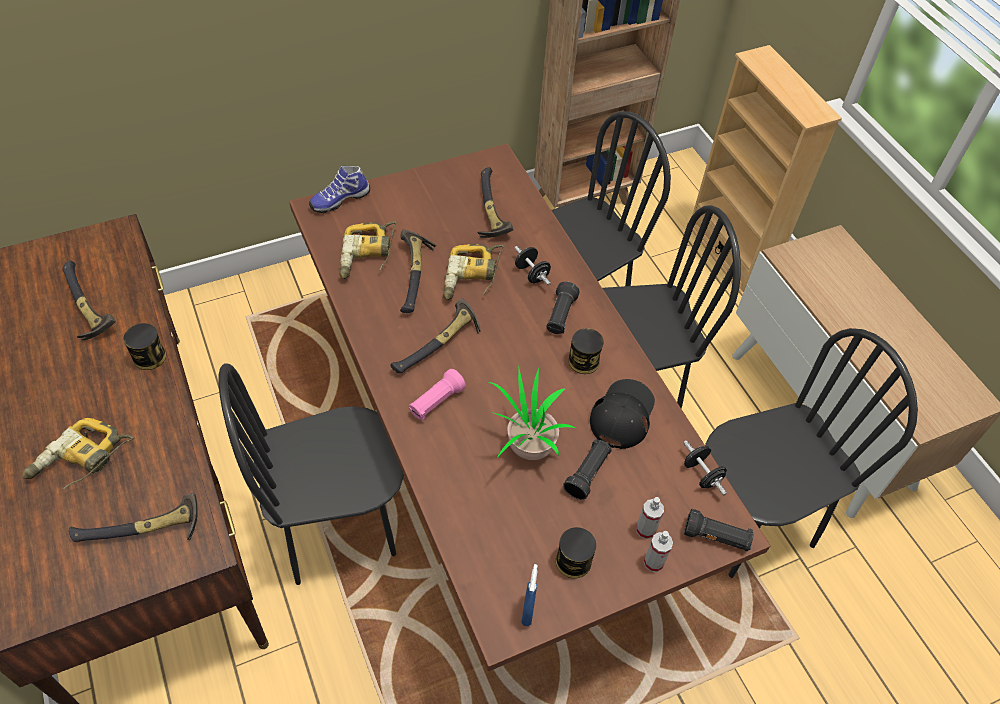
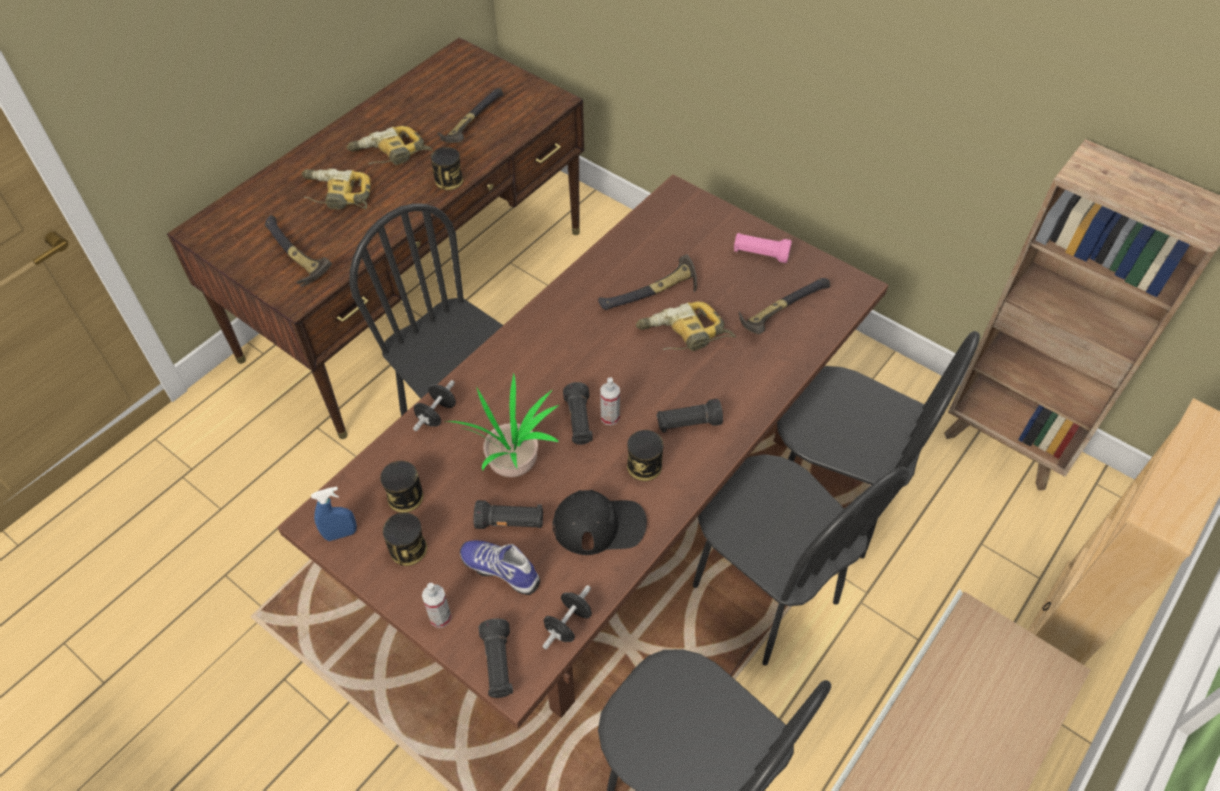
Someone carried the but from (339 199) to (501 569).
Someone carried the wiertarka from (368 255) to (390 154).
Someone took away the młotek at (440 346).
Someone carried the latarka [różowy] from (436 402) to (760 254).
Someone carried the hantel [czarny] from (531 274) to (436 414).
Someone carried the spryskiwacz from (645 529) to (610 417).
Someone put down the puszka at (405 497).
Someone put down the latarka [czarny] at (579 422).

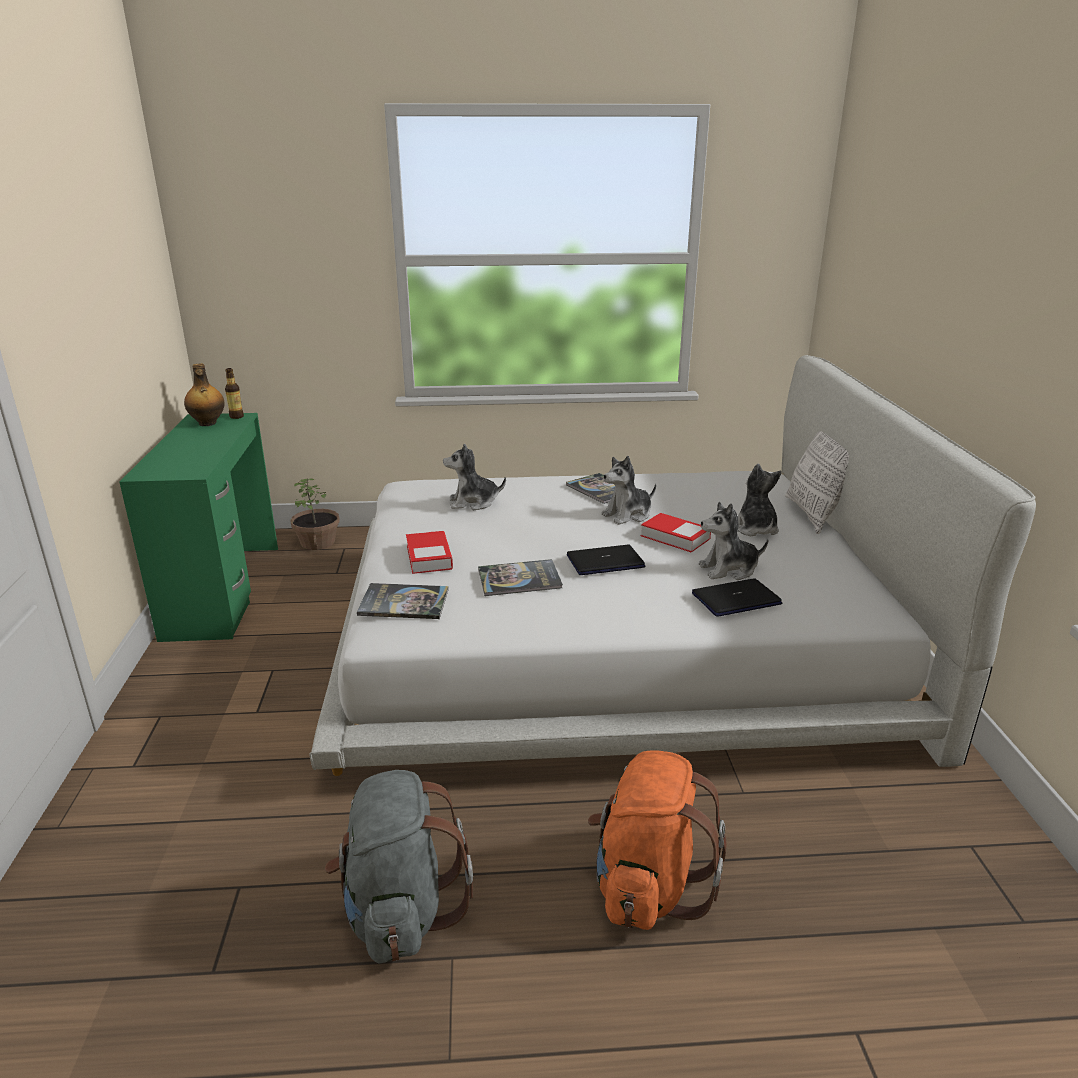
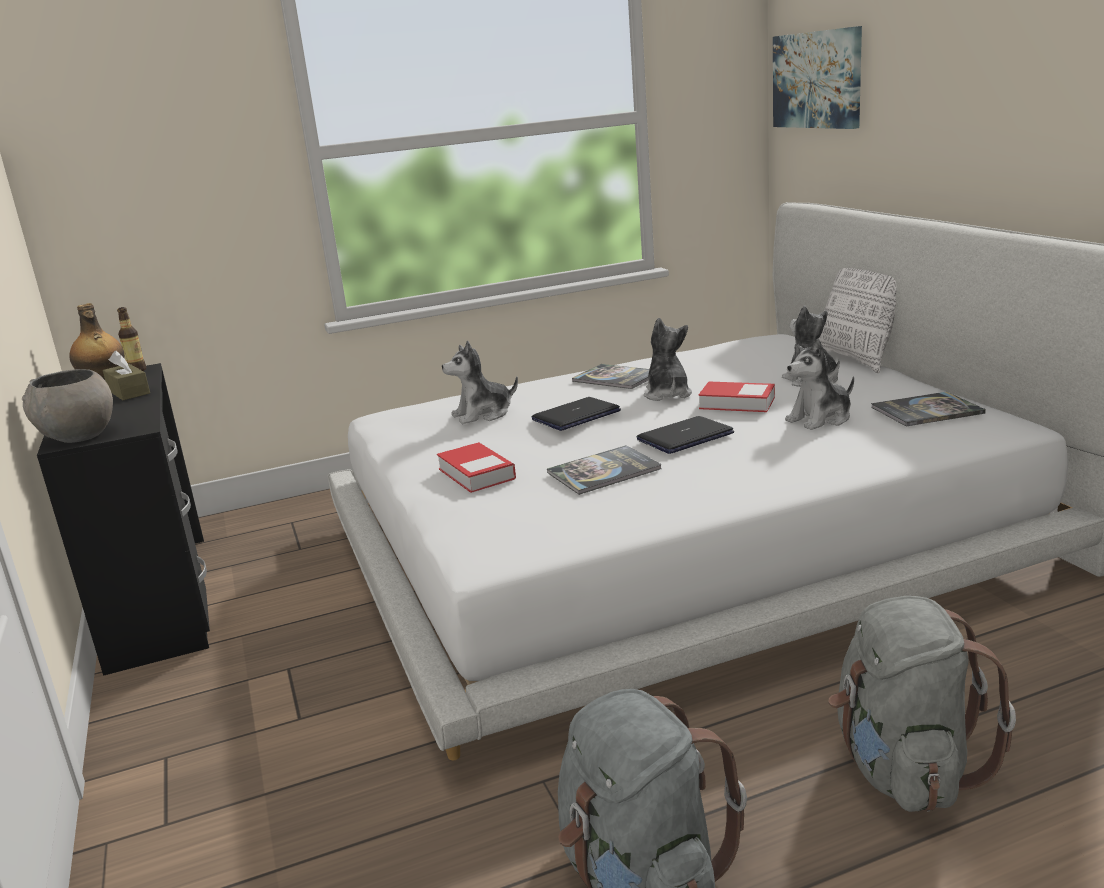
Someone repainted the biurko [zielony] at (222 590), which became the biurko [czarny] at (158 599).
Someone took away the roślina doniczkowa at (318 542).
Someone carried the książka from (404 602) to (926 411).
Someone repainted the plecak [pomarańczowy] at (647 886), which became the plecak [szary] at (904 769).
Someone rotated the pluszak at (628 515) by 135 degrees clockwise.
Someone carried the laptop from (736 599) to (576 415).
Someone put down the miska [szary] at (78 437).
Someone put down the pudełko chusteczek [brązowy] at (129 392).
Someone put up the obraz at (817 80).

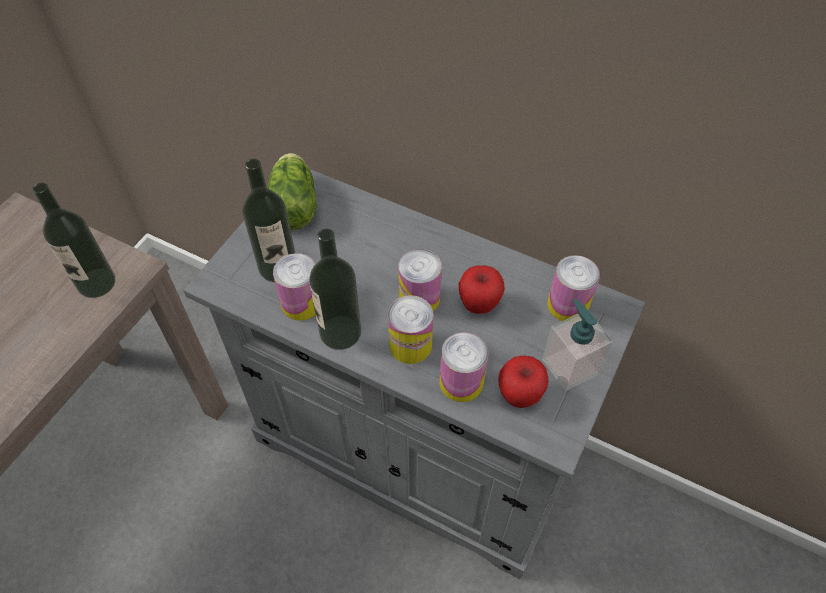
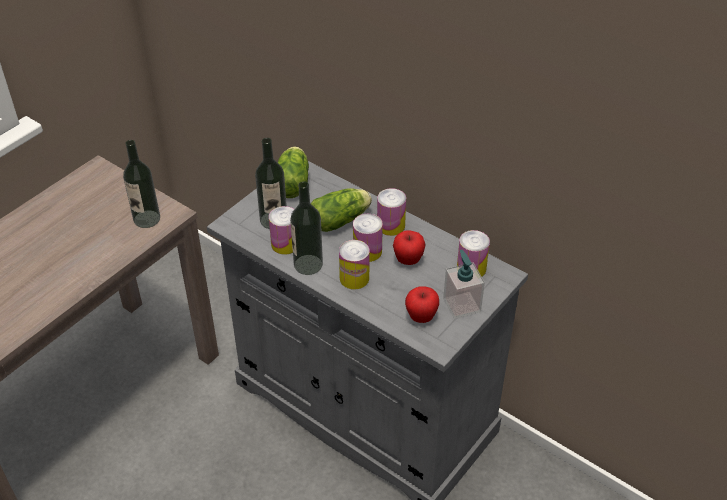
Someone carried the puszka from (461 382) to (391 225).
Someone put down the sałata at (342 220).

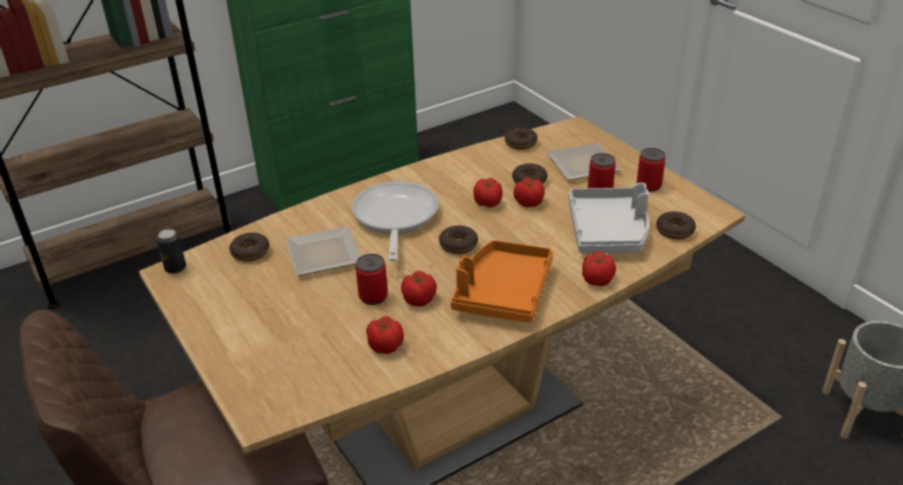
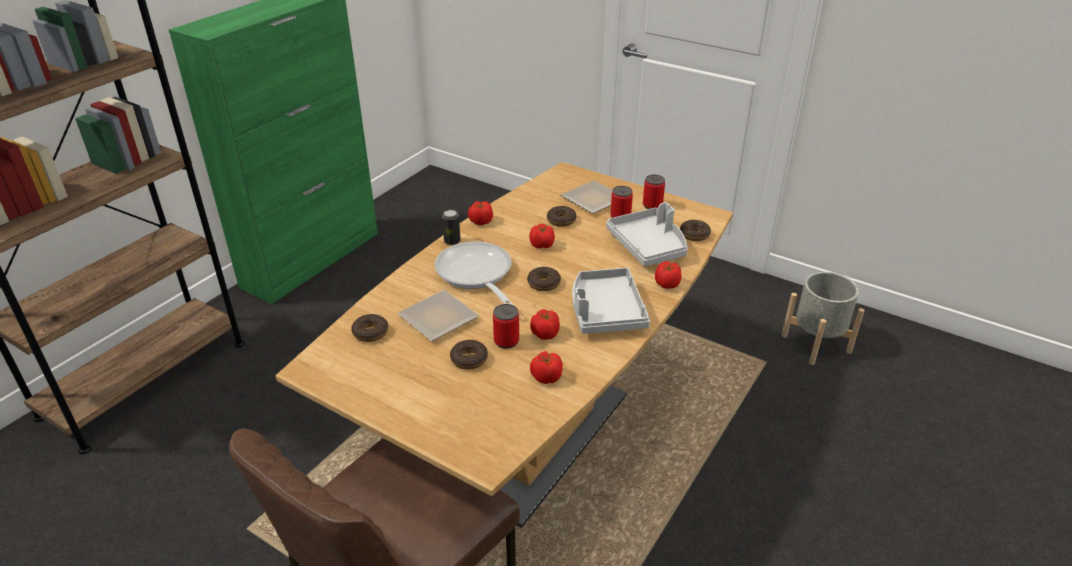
Someone carried the puszka from (175 268) to (452 241).
Someone repainted the taca [pomarańczowy] at (502 292), which became the taca [szary] at (605 311).
Someone carried the donut from (520 143) to (469 359).
Someone carried the pomidor from (528 202) to (480 221).

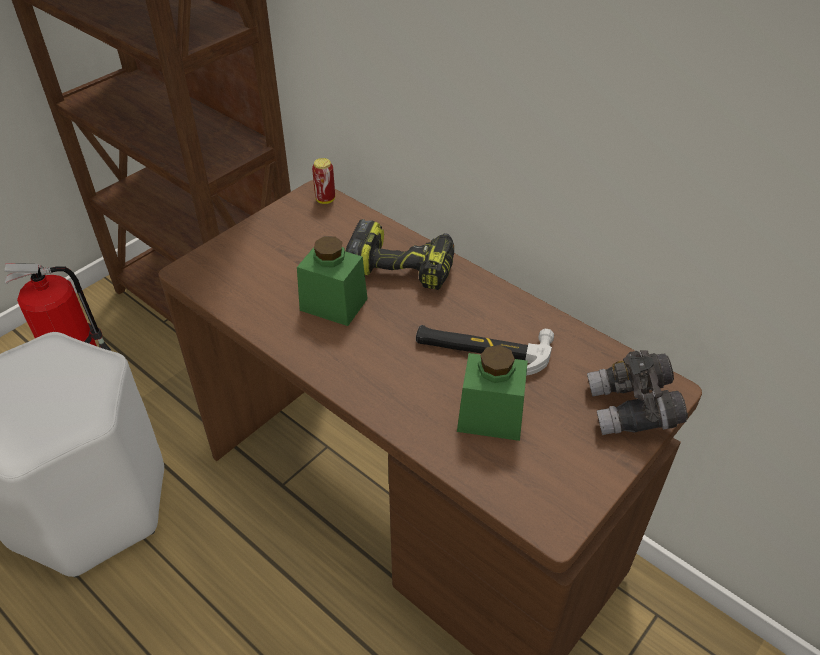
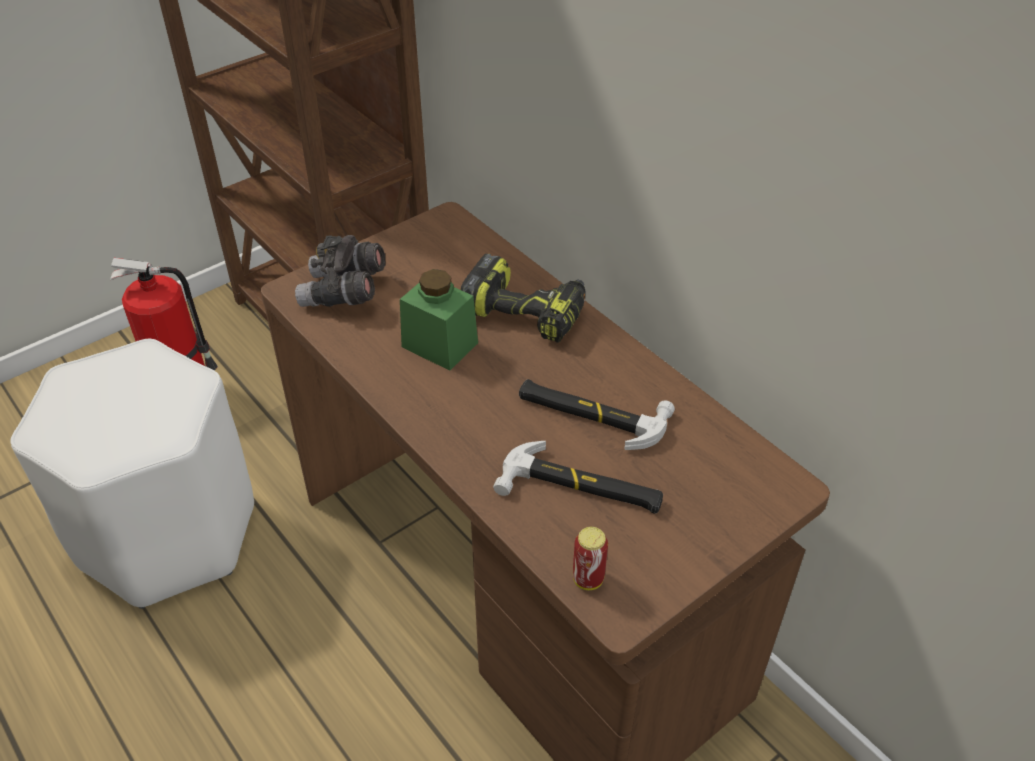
Someone carried the puszka from (325 200) to (588 579).
Someone swapped the słoik [zielony] at (490 416) for the młotek at (581 489).
Someone carried the lornetka [szary] from (632 410) to (344 293).

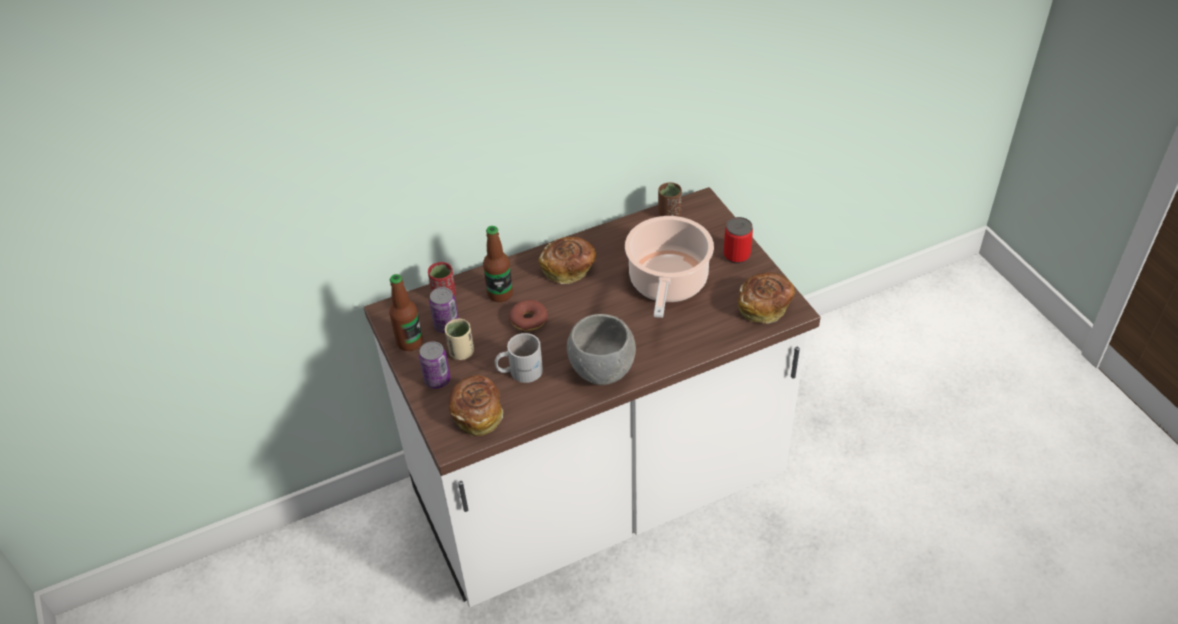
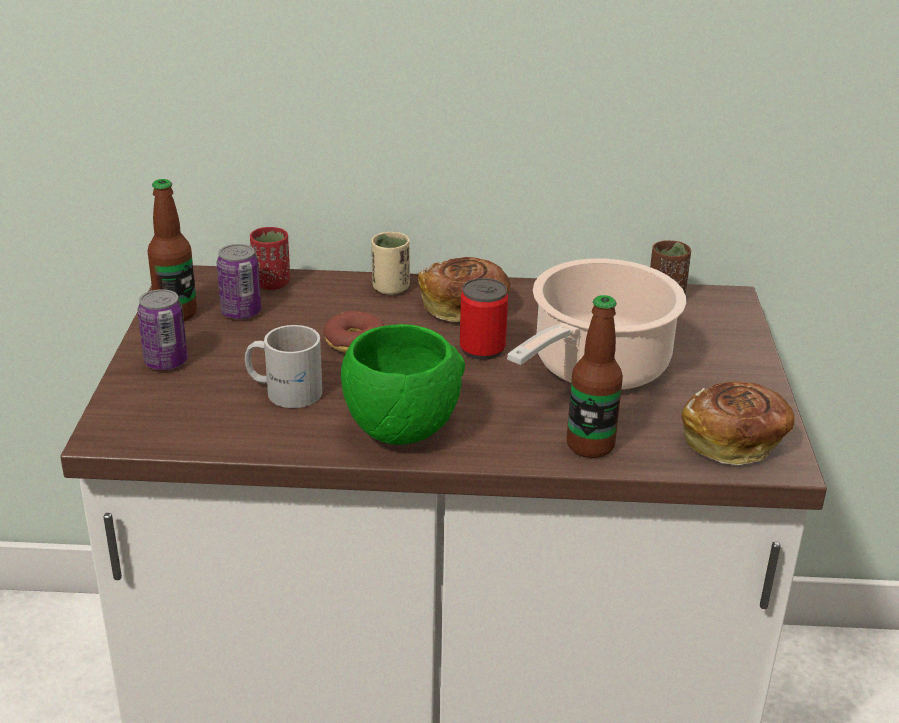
Someone carried the filiżanka [beżowy] from (461 352) to (390 288).
Someone took away the chleb at (477 414).
Someone carried the butelka from (500 294) to (590 445).
Someone repainted the miska [szary] at (603 371), which became the miska [zielony] at (403 431).
Someone carried the puszka from (736 255) to (482 349).

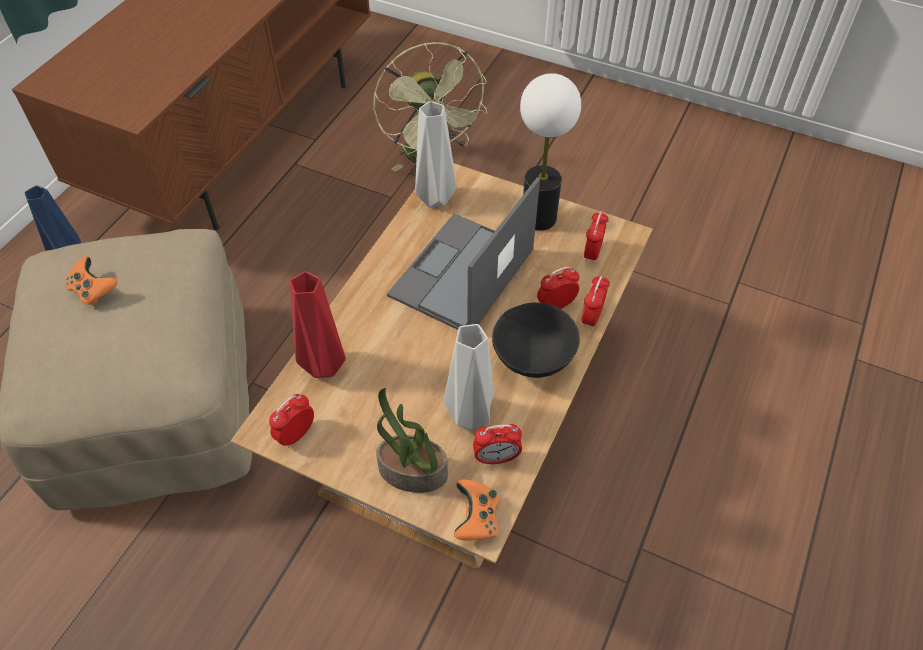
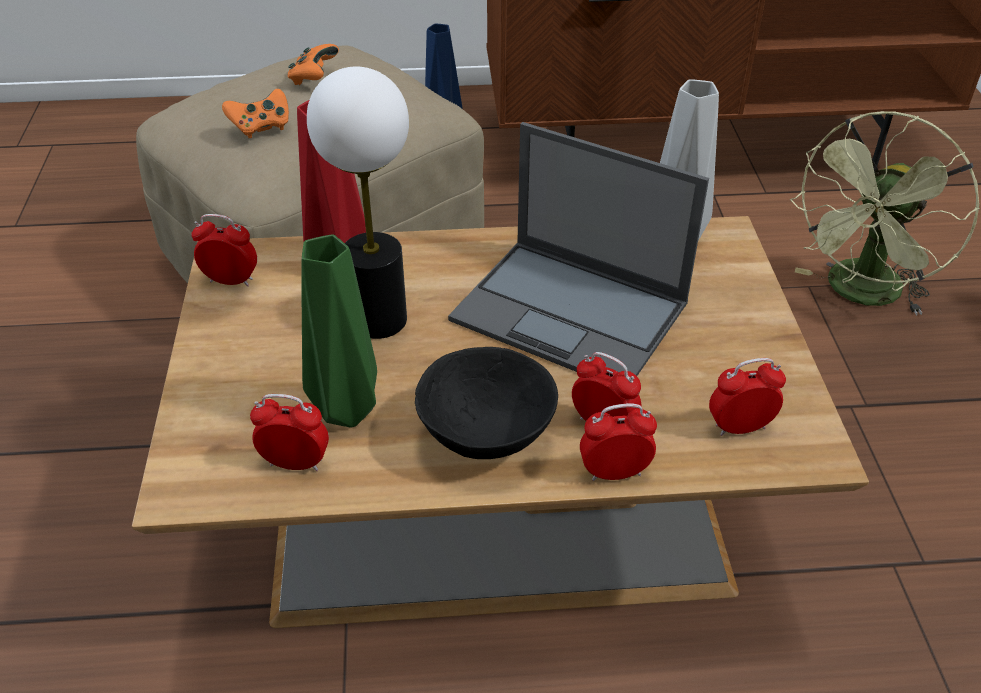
Someone took away the roślina doniczkowa at (411 473).
Someone rotated the laptop at (461 274) by 150 degrees counterclockwise.
Someone repainted the wazon [szary] at (467 416), which became the wazon [zielony] at (346 408).
Someone carried the pad do gier [pomarańczowy] from (476 518) to (261 127).
Someone rotated the budzik at (496 458) by 135 degrees clockwise.
Someone carried the lampa stołowa from (538 218) to (377 319).

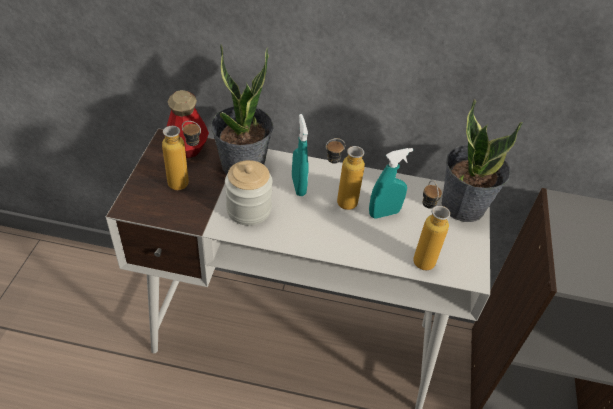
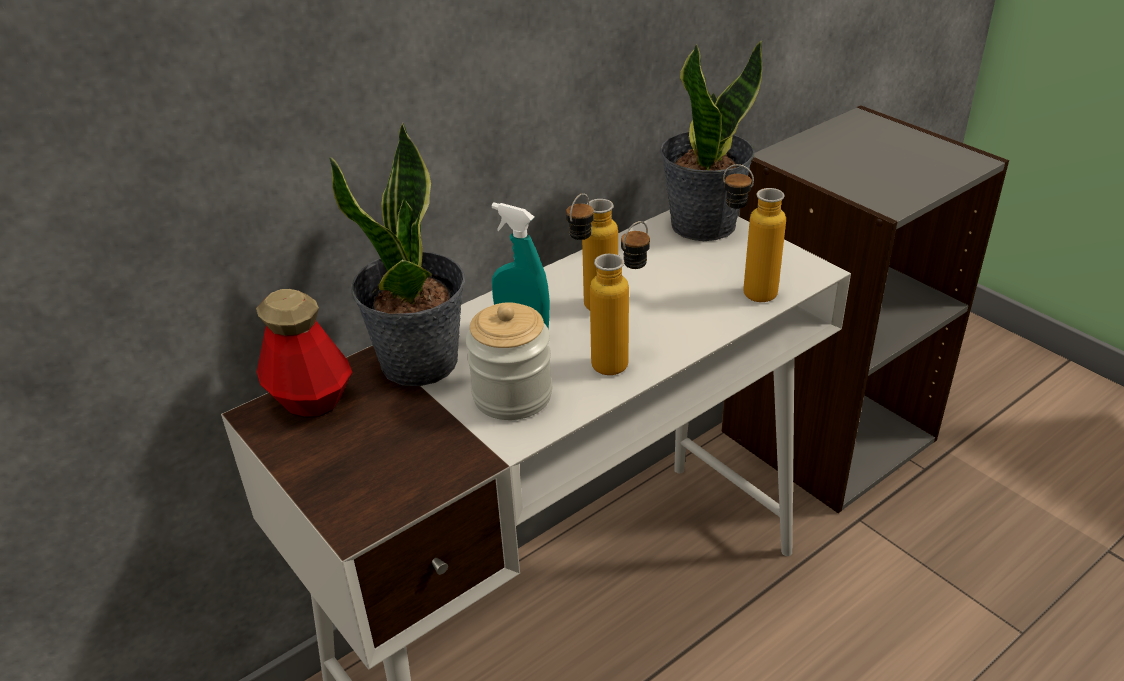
Someone carried the butelka from (187 185) to (621 358).
Someone took away the spryskiwacz [turkusowy] at (384 213).

